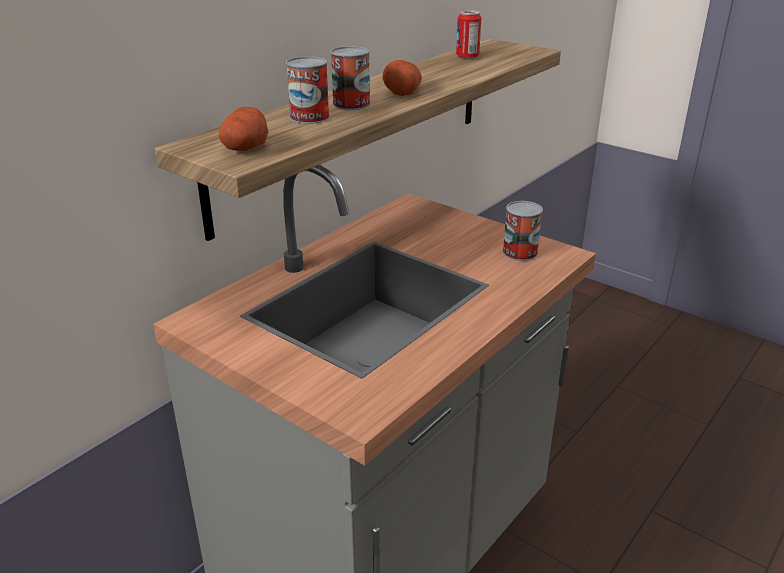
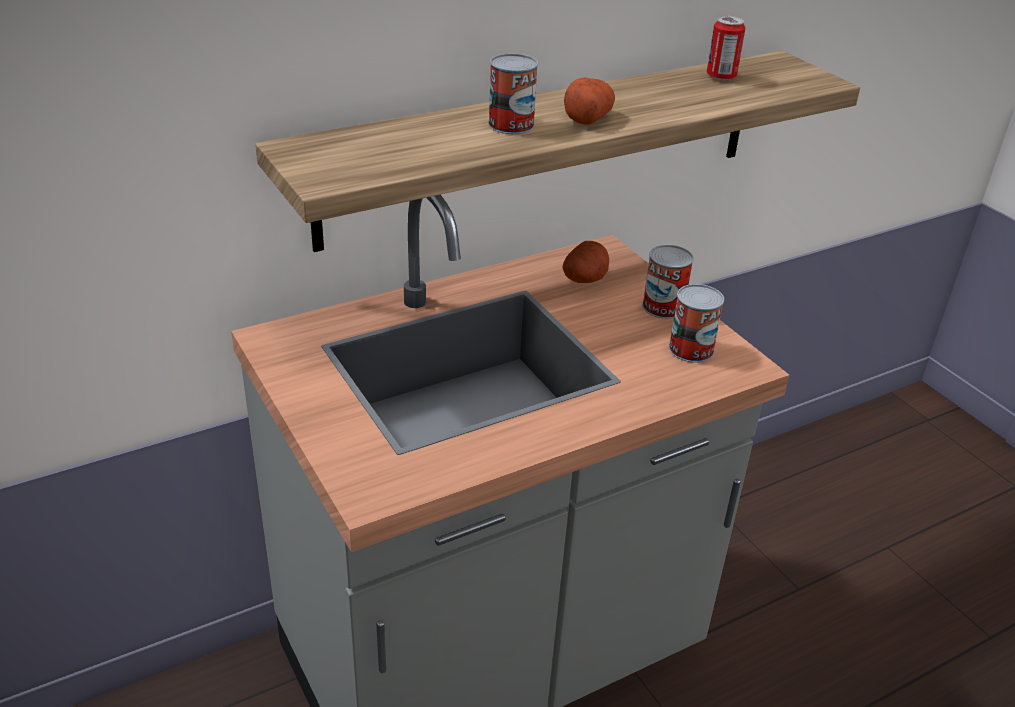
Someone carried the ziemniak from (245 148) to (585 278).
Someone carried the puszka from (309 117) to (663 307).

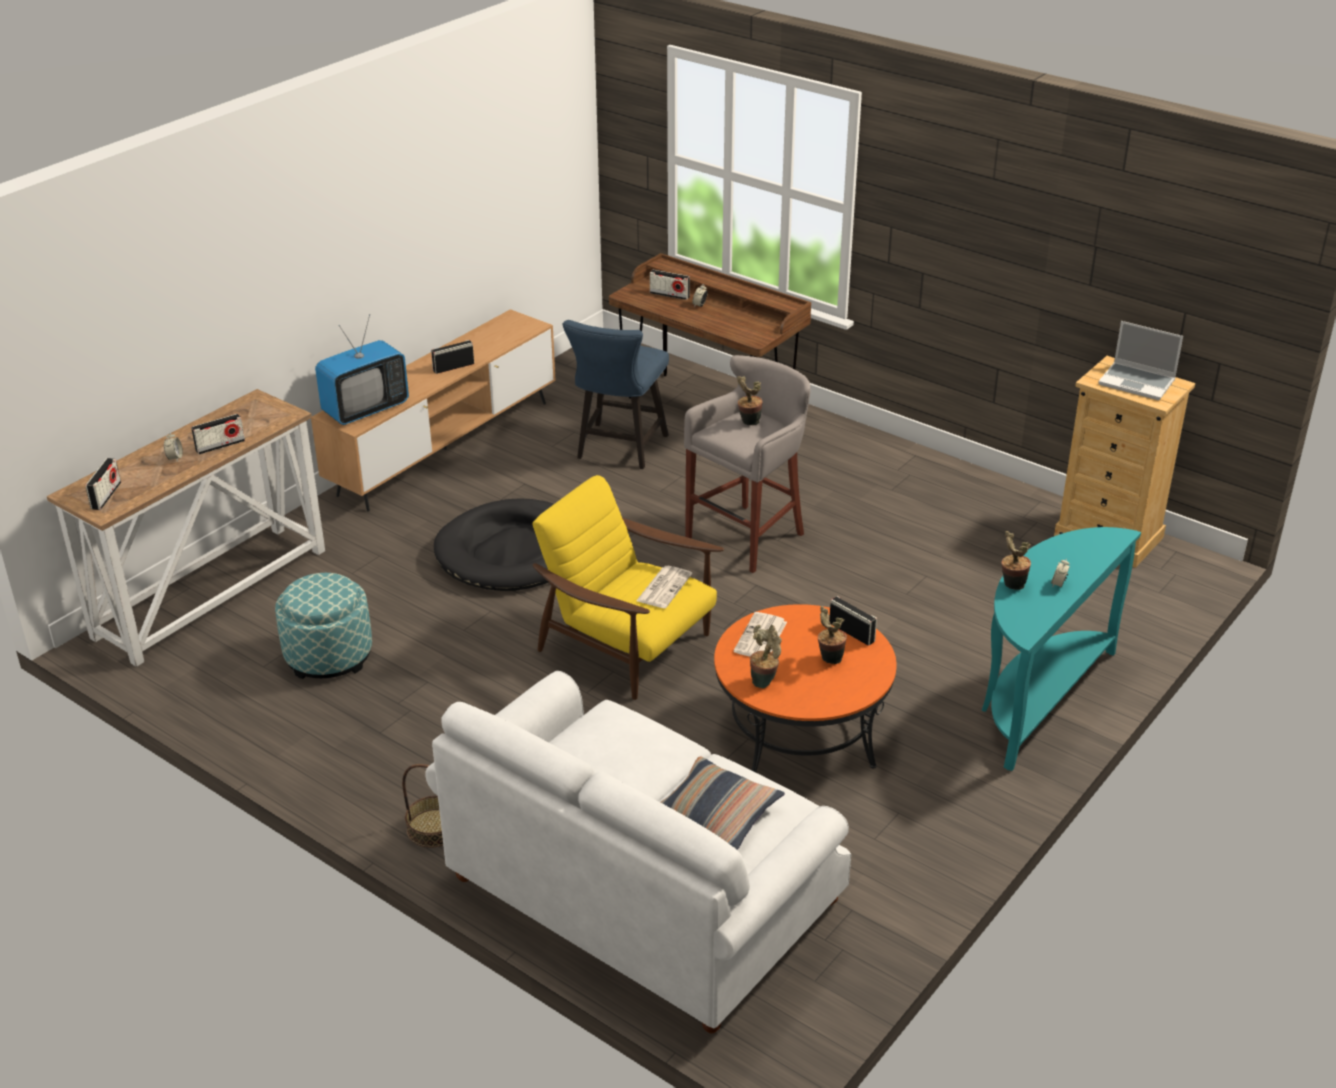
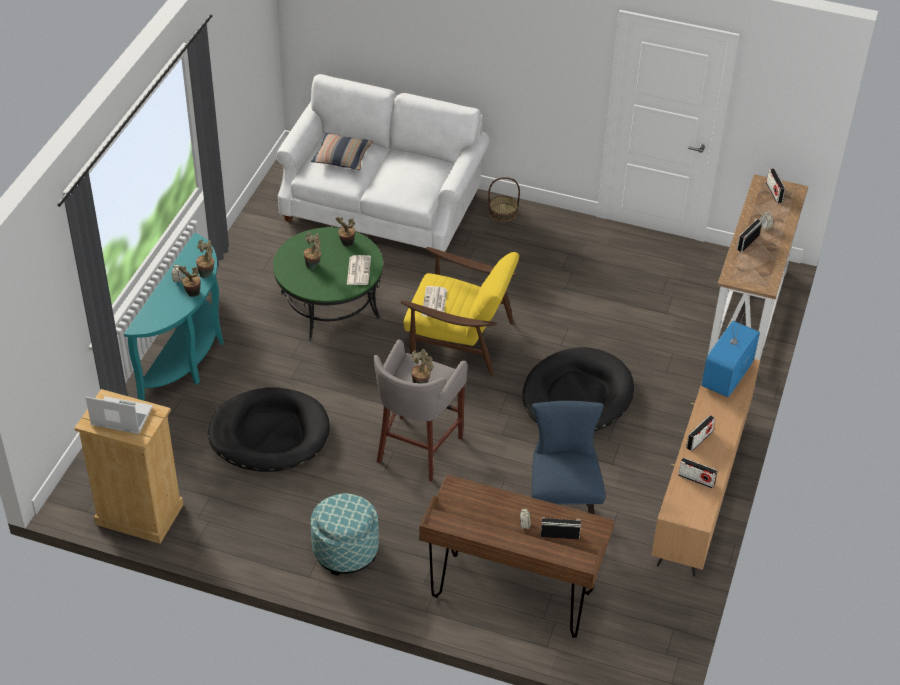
Someone carried the pufa from (329 655) to (345 551).
Someone repainted the ława [pomarańczowy] at (800 731), which became the ława [zielony] at (330 305).
Someone carried the radio from (851 632) to (696 479).
Someone put down the roślina doniczkowa at (192 294).
Someone put down the legowisko [czarny] at (269 434).

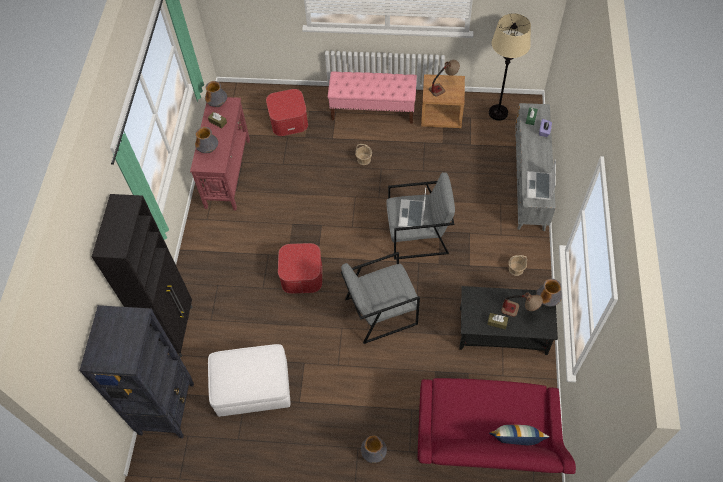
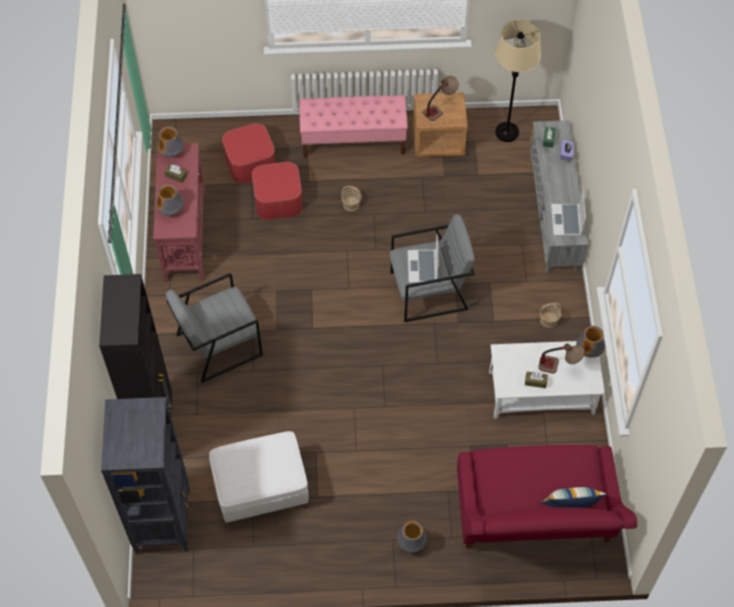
Someone carried the pufa from (301 275) to (278 200).
Someone carried the fotel [szary] from (381 311) to (219 344).
Someone repainted the ława [czarny] at (502 331), which became the ława [biały] at (540 393).

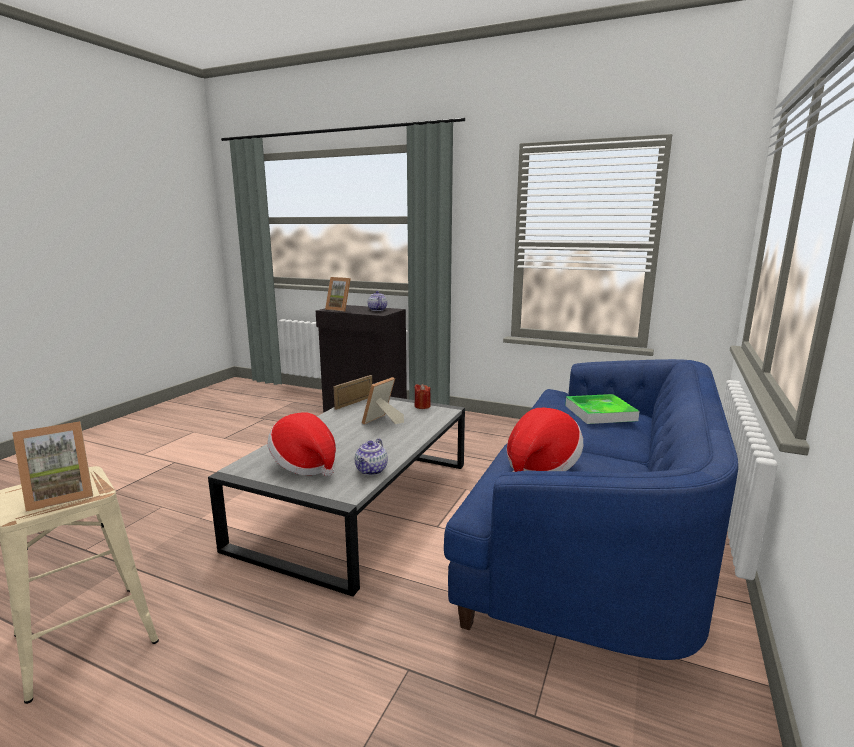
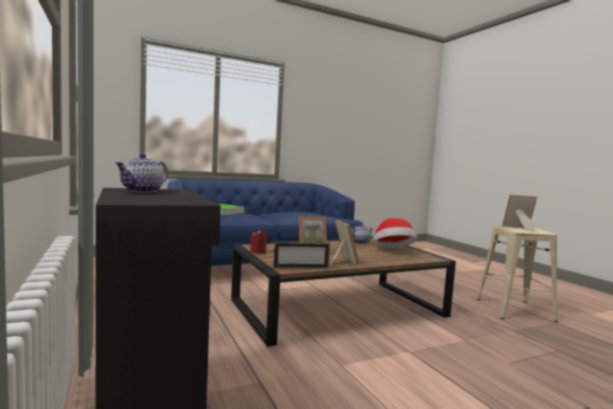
Someone repainted the ława [szary] at (359 503), which became the ława [brązowy] at (339 307).
Someone carried the ramka na zdjęcie from (340 309) to (341 261).
Someone took away the kapelusz at (541 466).

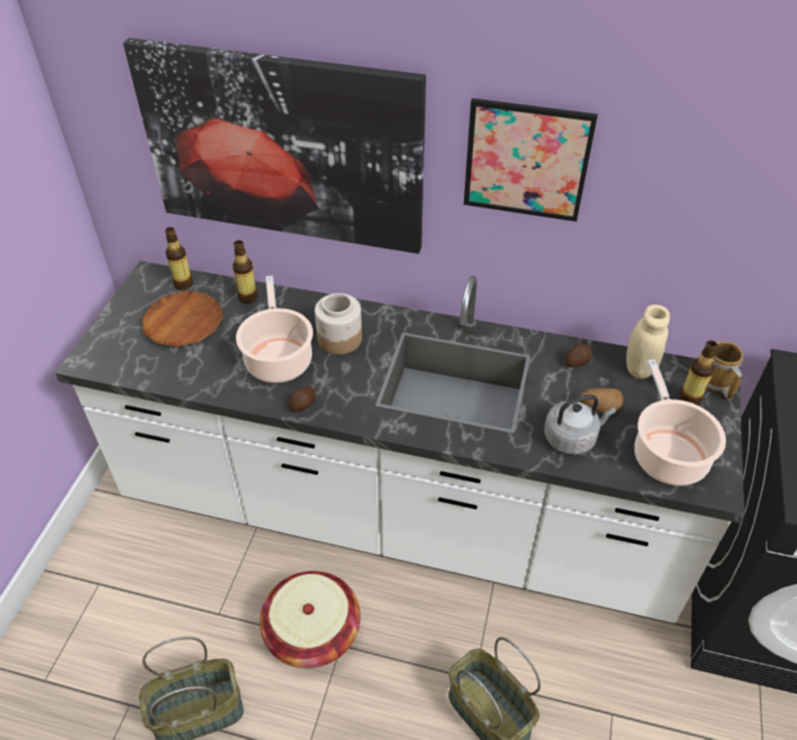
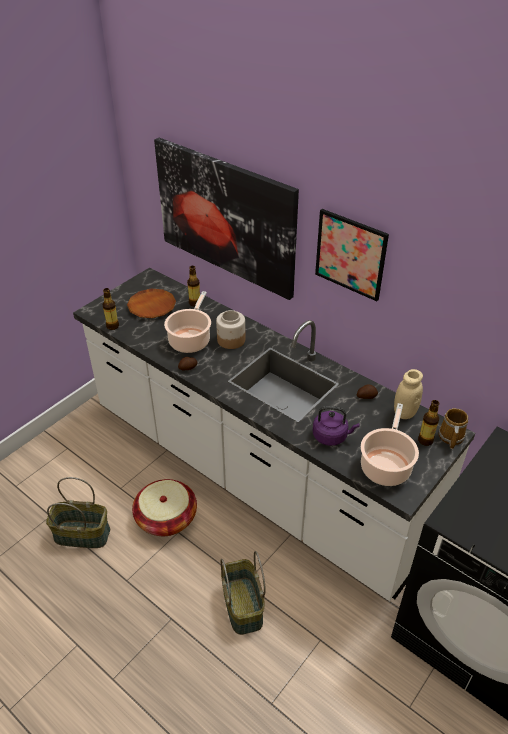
Someone carried the butelka from (183 284) to (112 326).
Someone repainted the czajnik [szary] at (572 438), which became the czajnik [fioletowy] at (331 436).
Someone took away the ziemniak at (599 408).

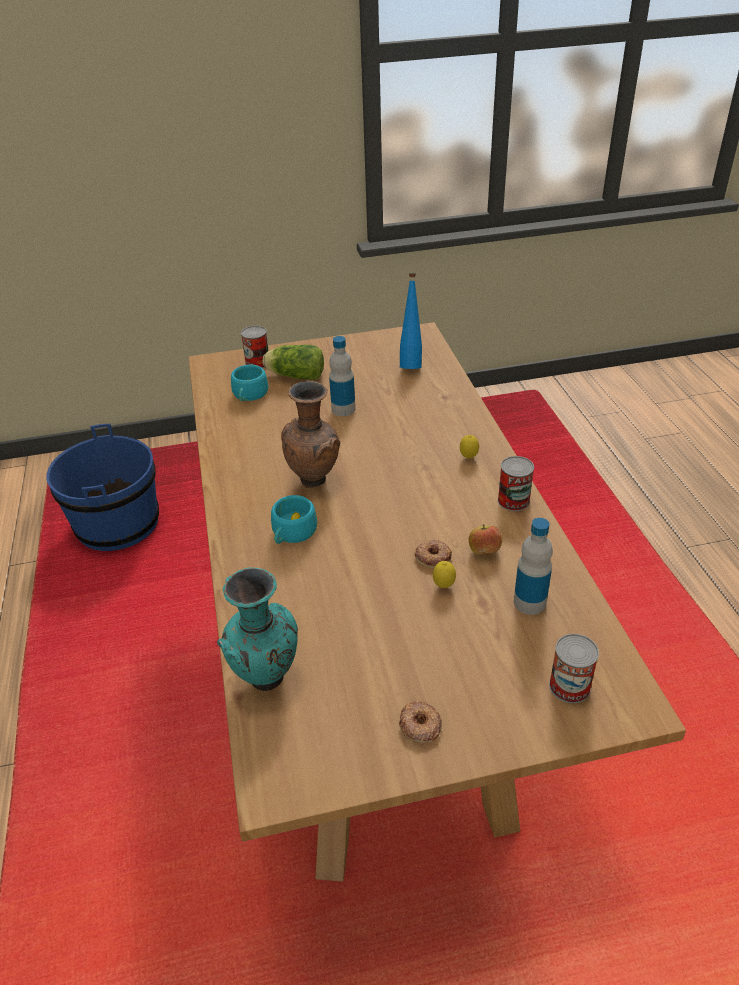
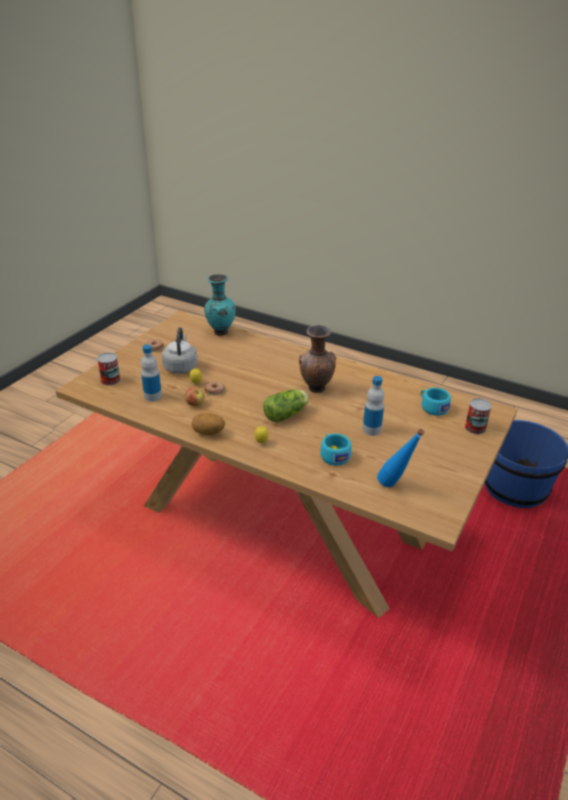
Someone carried the sałata from (294 375) to (287 414).
Someone carried the filiżanka [turkusowy] from (292 533) to (333 455).
Someone swapped the puszka at (513 500) for the ziemniak at (208 433).
Someone put down the czajnik [szary] at (181 366).

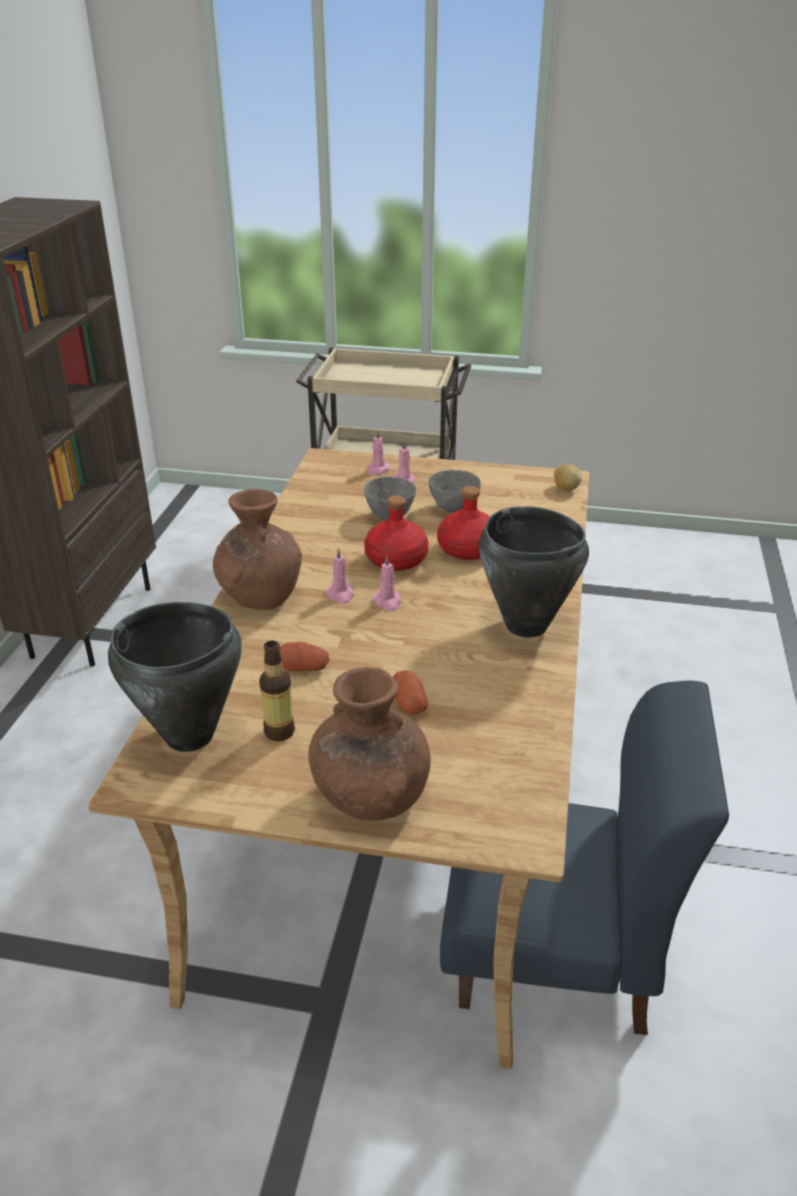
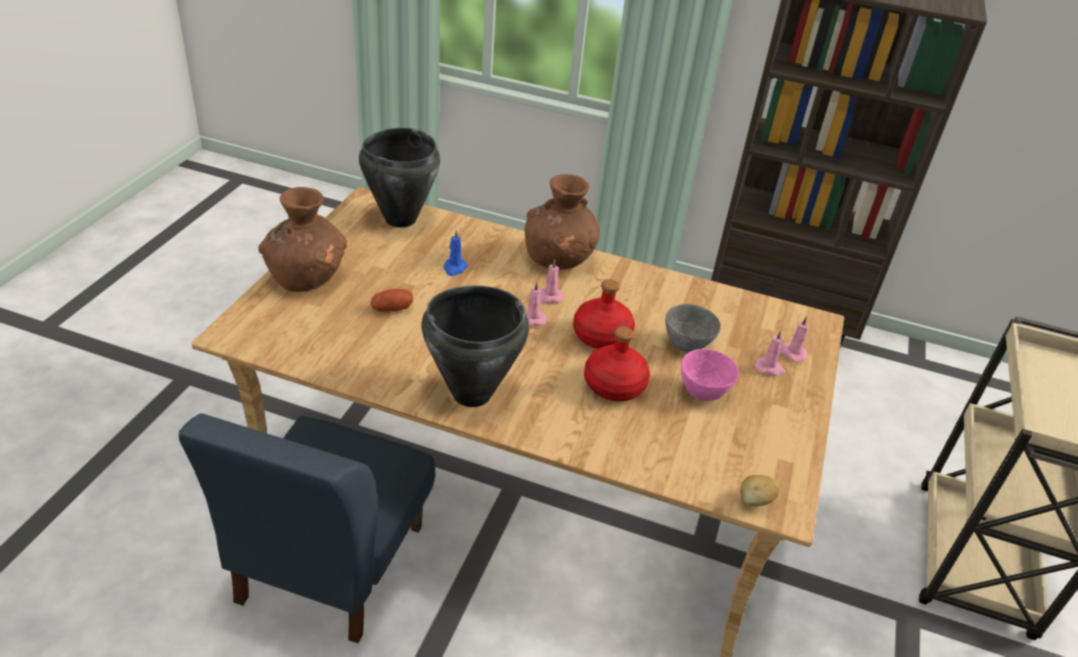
Someone took away the butelka at (279 732).
Someone swapped the ziemniak at (304 667) for the świeca [niebieski] at (454 268).
Someone repainted the miska [szary] at (453 509), which became the miska [różowy] at (701 392).

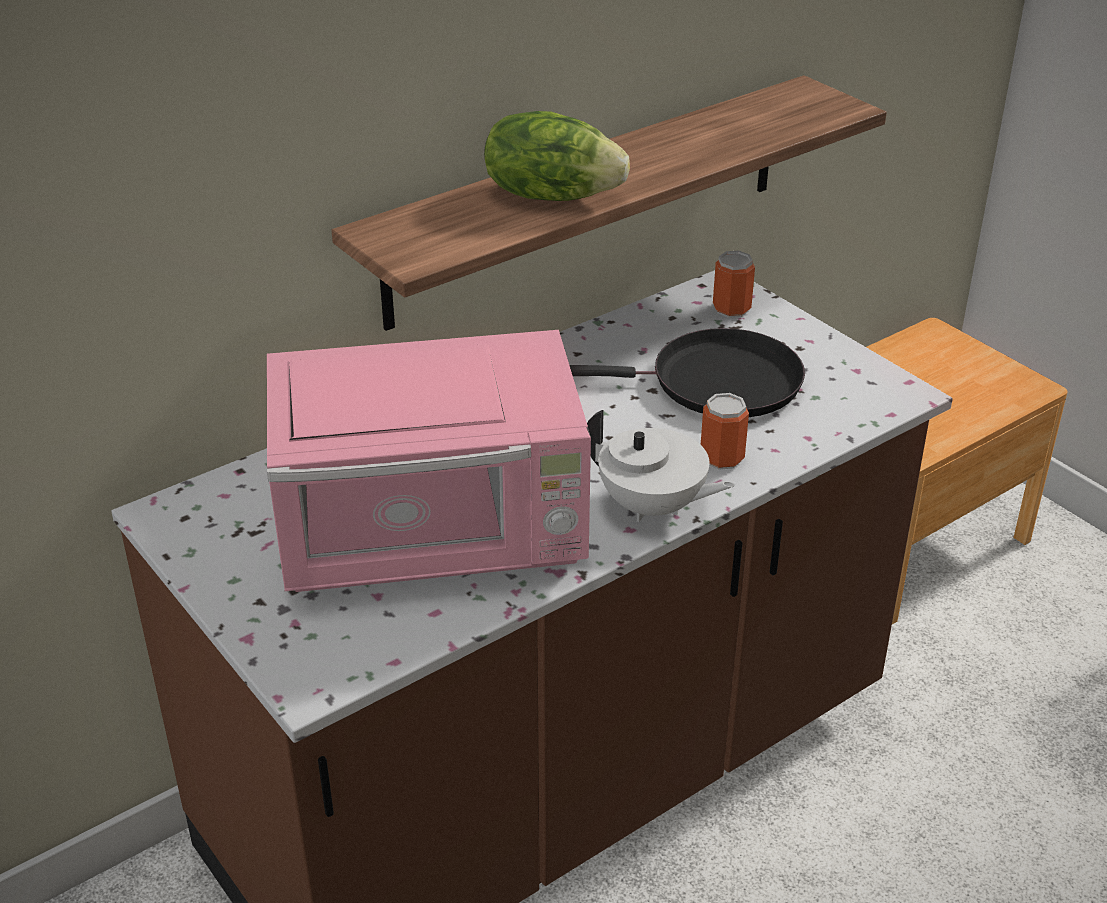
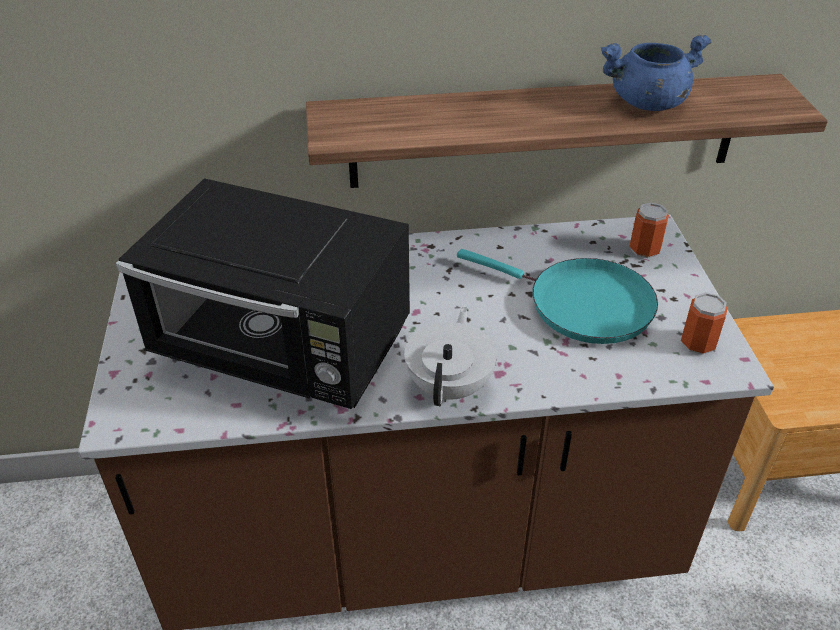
Someone repainted the mikrofalówka [różowy] at (435 539), which became the mikrofalówka [czarny] at (284 350).
Someone took away the sałata at (552 195).
Someone repainted the patelnia [czarny] at (715 383), which became the patelnia [turkusowy] at (582 304).
Someone rotated the imbryk [biały] at (652 507) by 135 degrees counterclockwise.
Someone carried the puszka from (722 458) to (698 343).
Someone put down the garnek [niebieski] at (647 103).

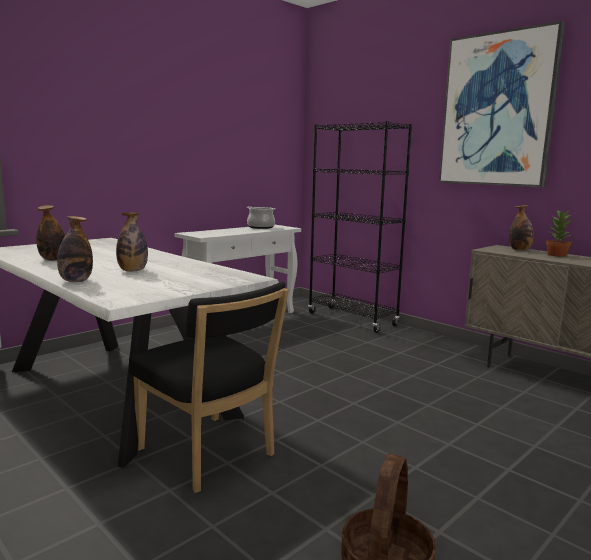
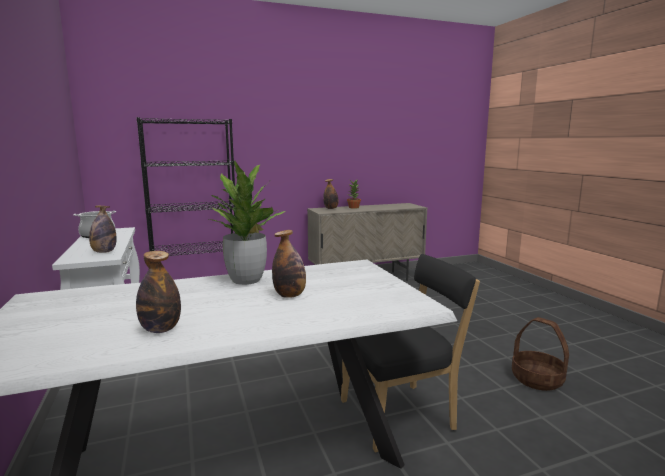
Someone carried the butelka from (76 281) to (104 252).
Someone took away the obraz at (497 110).
Someone put down the roślina doniczkowa at (246 280).

